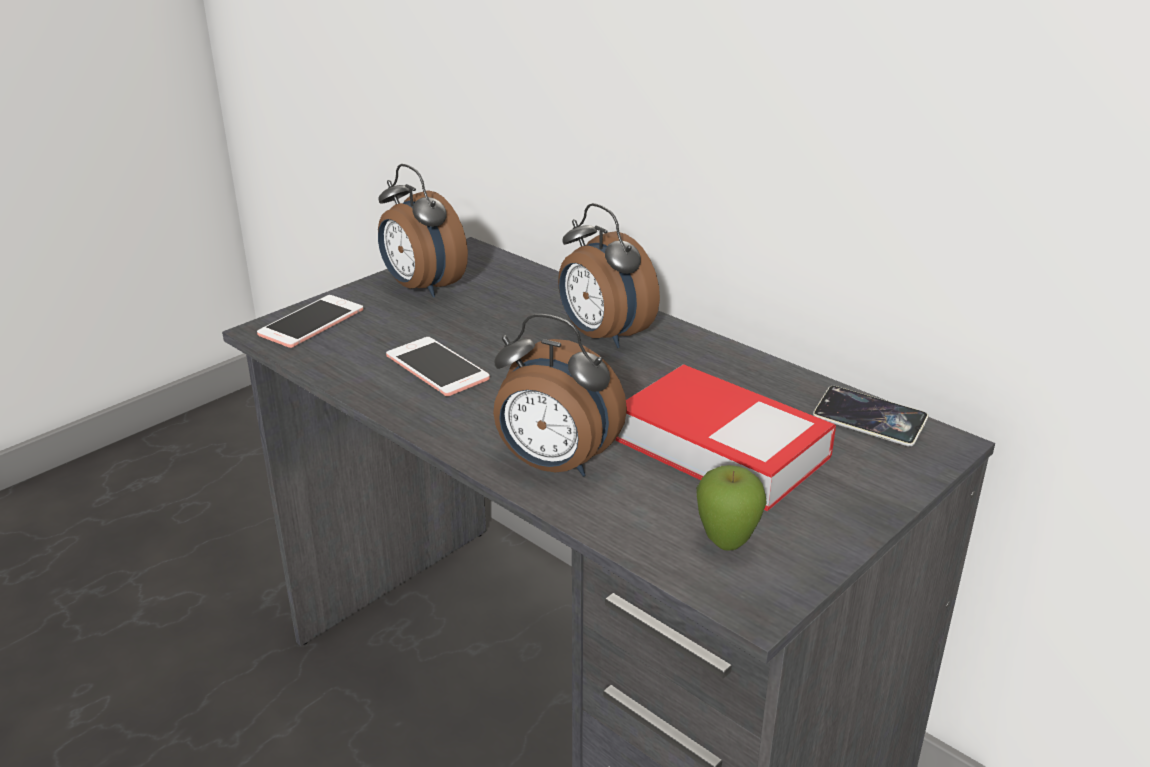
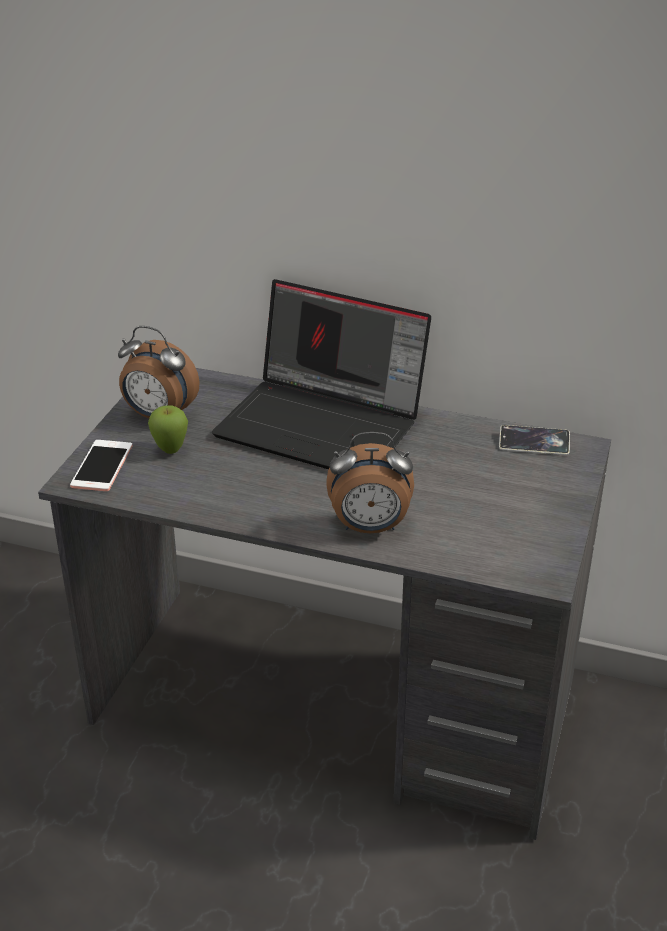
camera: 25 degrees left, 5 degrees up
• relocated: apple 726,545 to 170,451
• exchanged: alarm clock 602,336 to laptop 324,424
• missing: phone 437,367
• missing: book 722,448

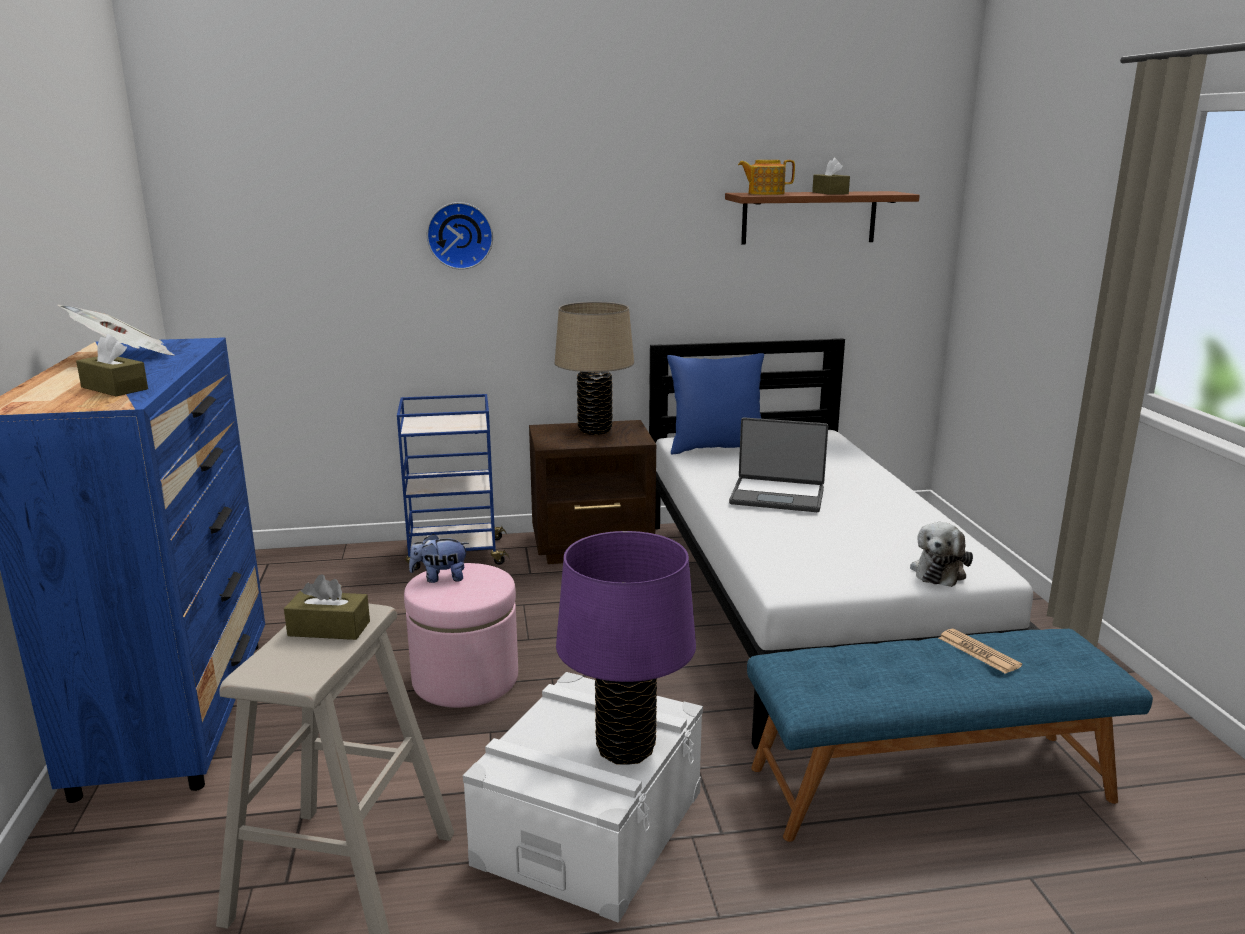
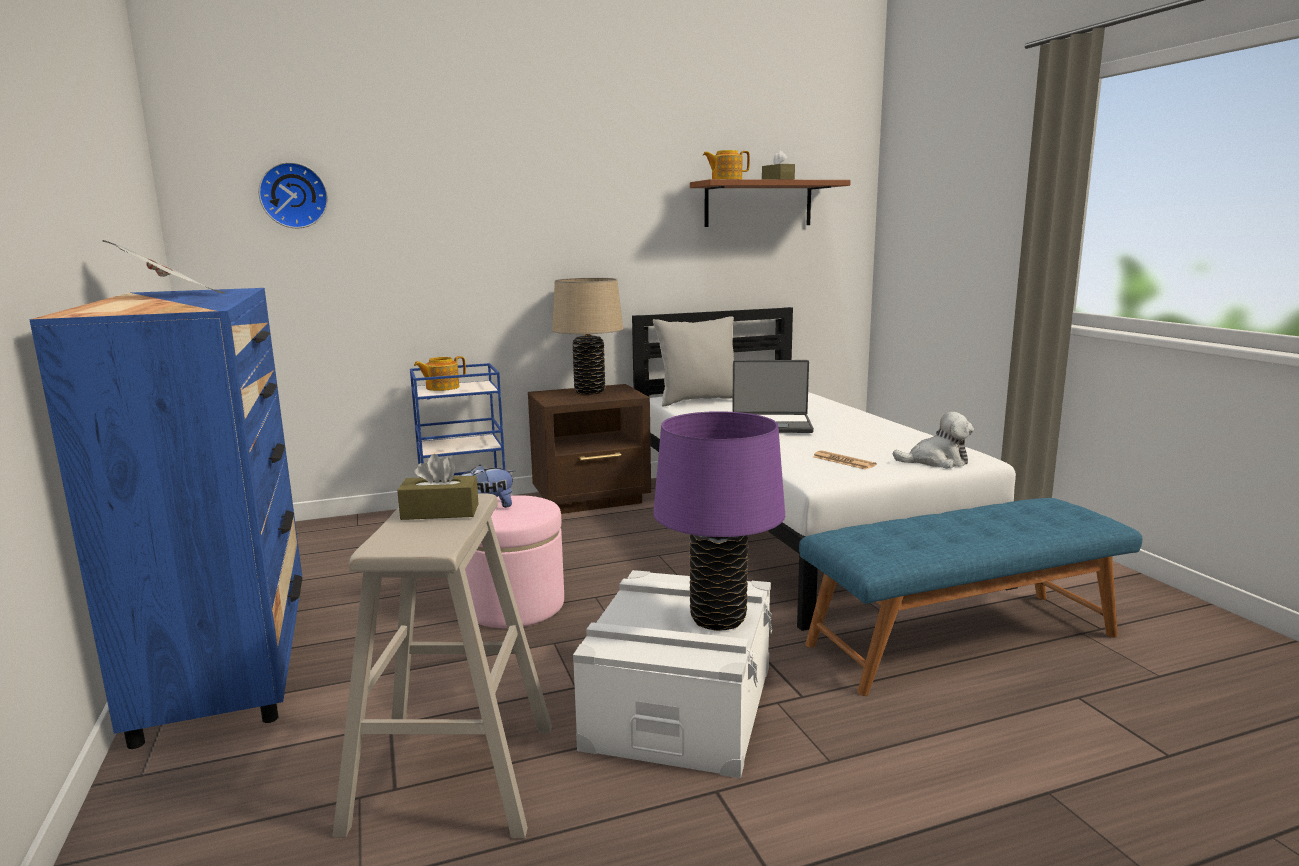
camera: 10 degrees left, 5 degrees down
• relocated: wall clock 460,235 to 294,195
• appeared: teapot 441,387
• colour: blue pillow 716,448 to grey pillow 699,400
• relocated: newspaper 978,652 to 843,461
• spun: plush toy 939,571 = 936,462 105 degrees counterclockwise
• missing: brown tissue box 114,388

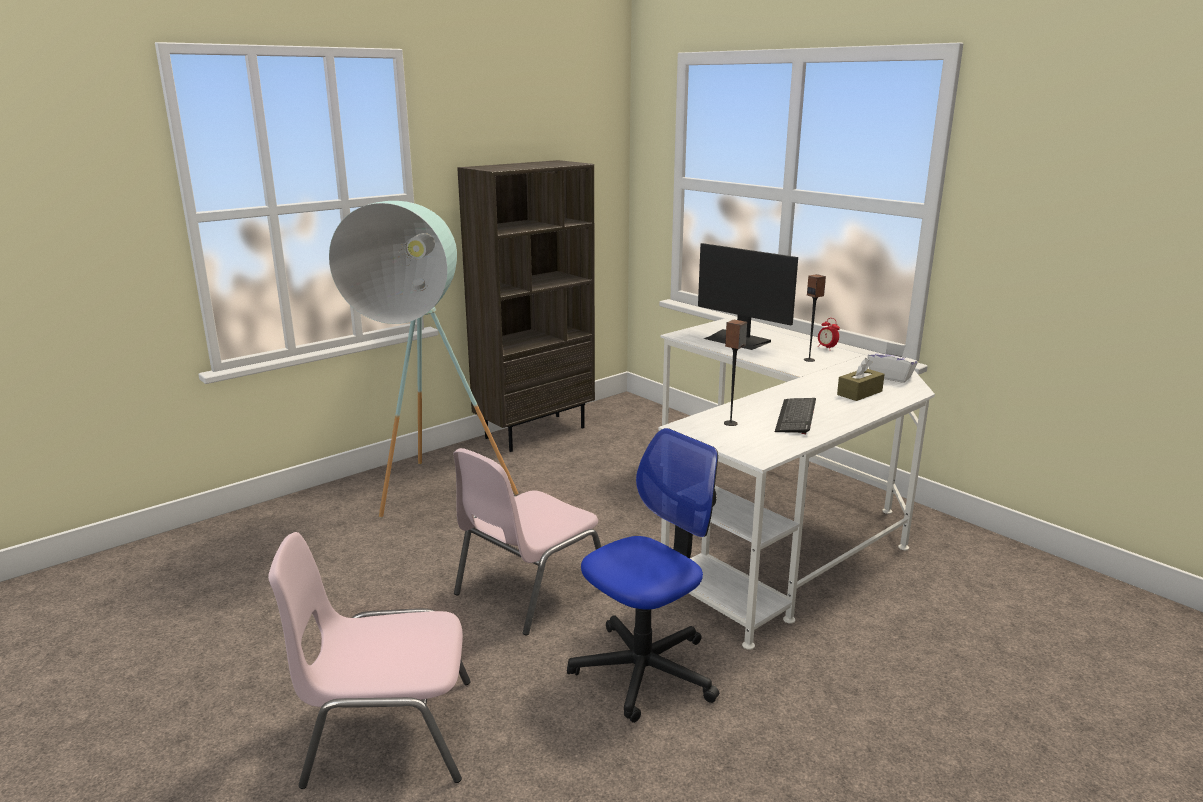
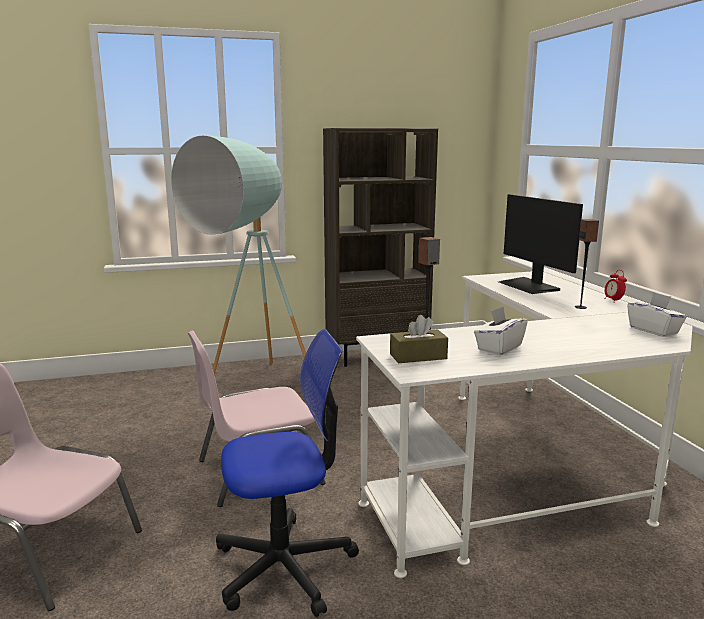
camera: 25 degrees right, 5 degrees down
• relocated: brown tissue box 859,393 to 418,356
• exchanged: keyboard 795,417 to white tissue box 499,348

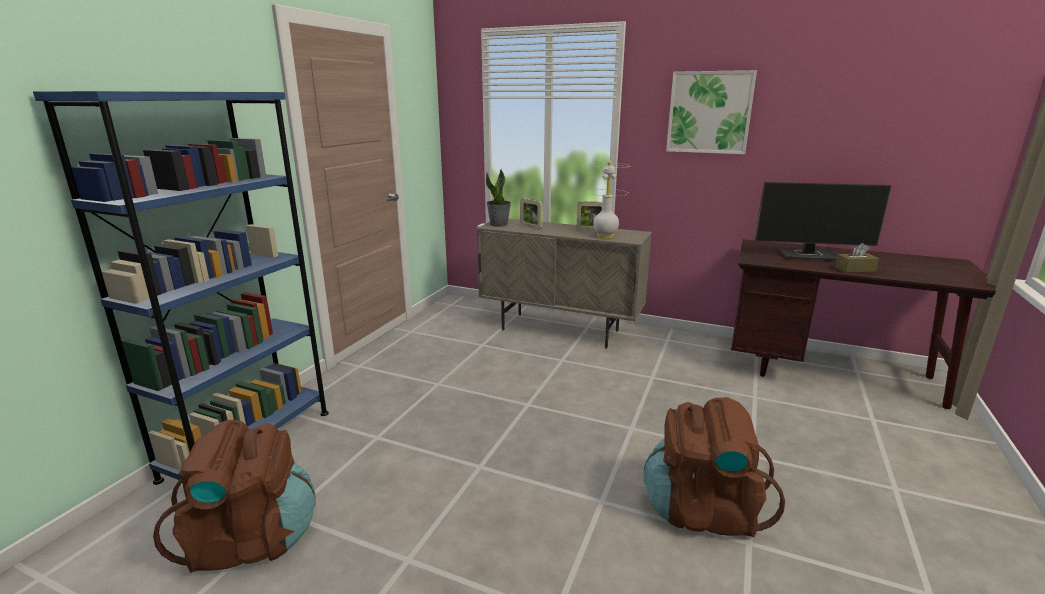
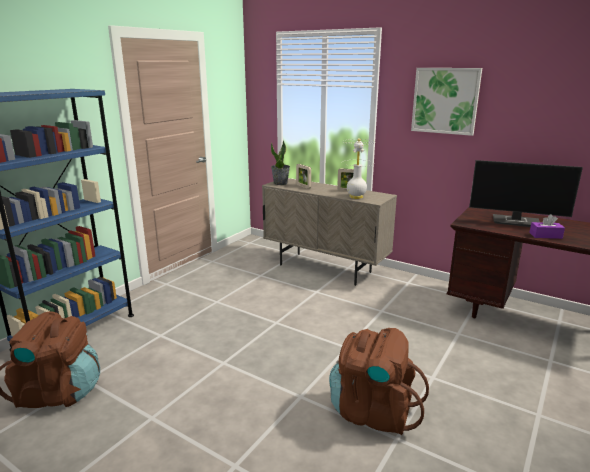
camera: 10 degrees right, 0 degrees up
• colour: brown tissue box 855,269 to purple tissue box 545,235

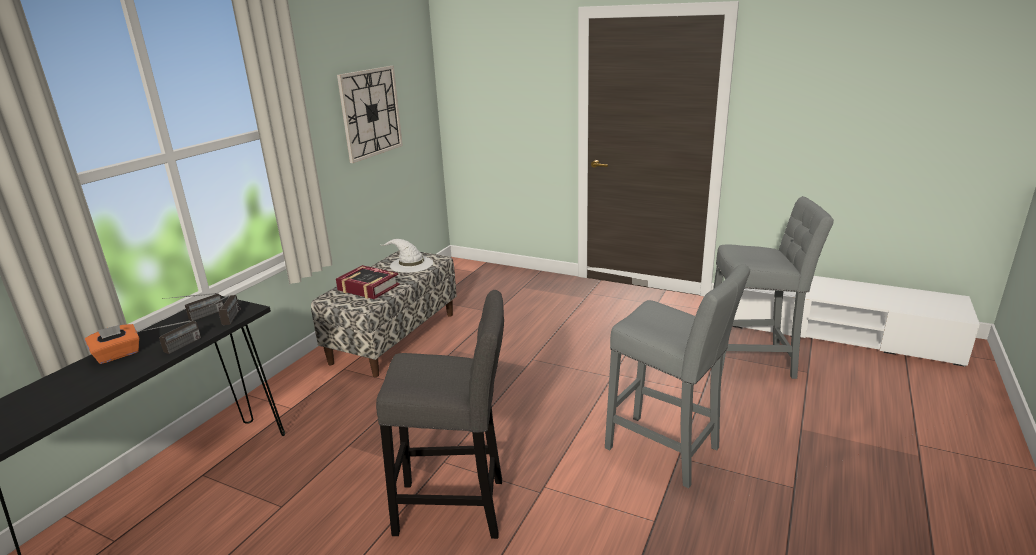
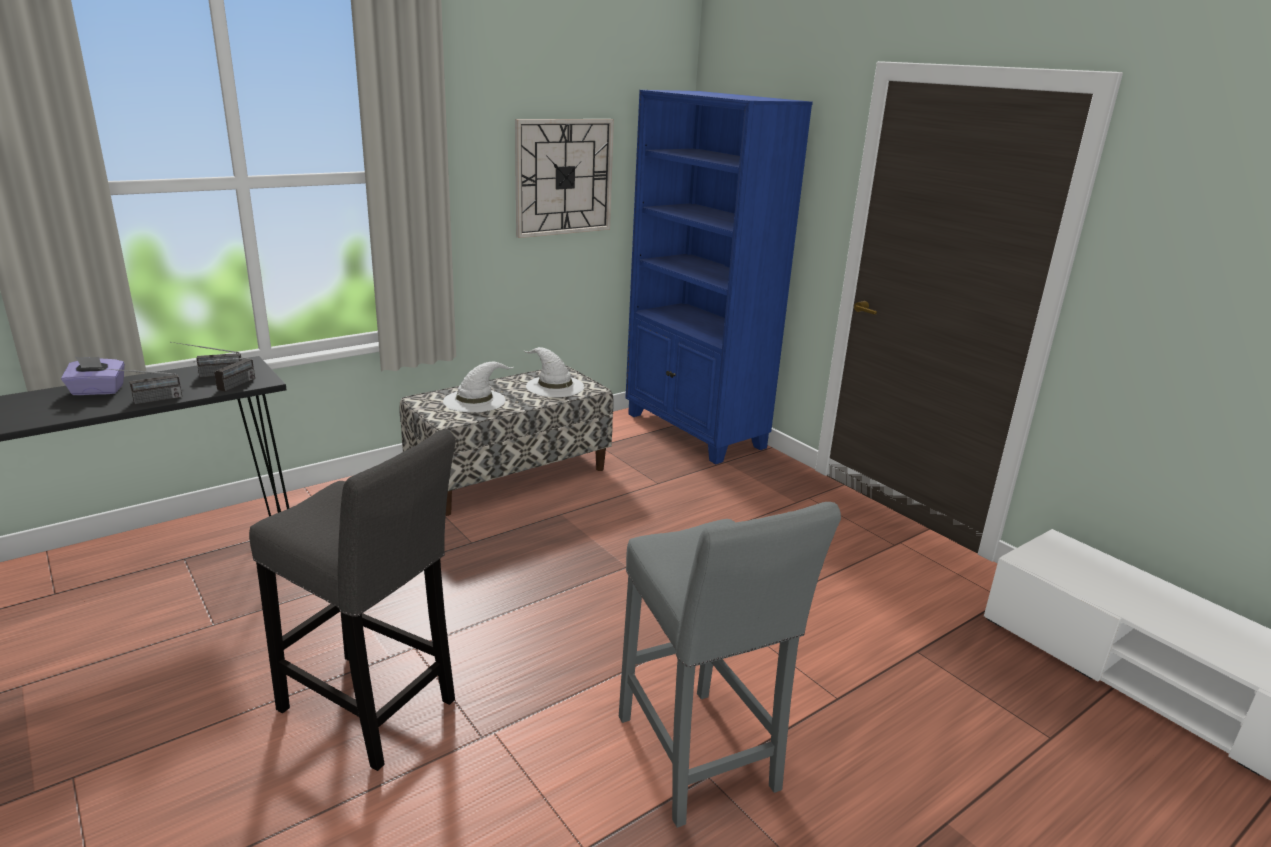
camera: 25 degrees right, 0 degrees up
• colour: orange tissue box 118,355 to purple tissue box 97,391
• exchanged: book 368,288 to white hat 475,400
• appeared: blue bookcase 694,431
• missing: grey stool 754,362

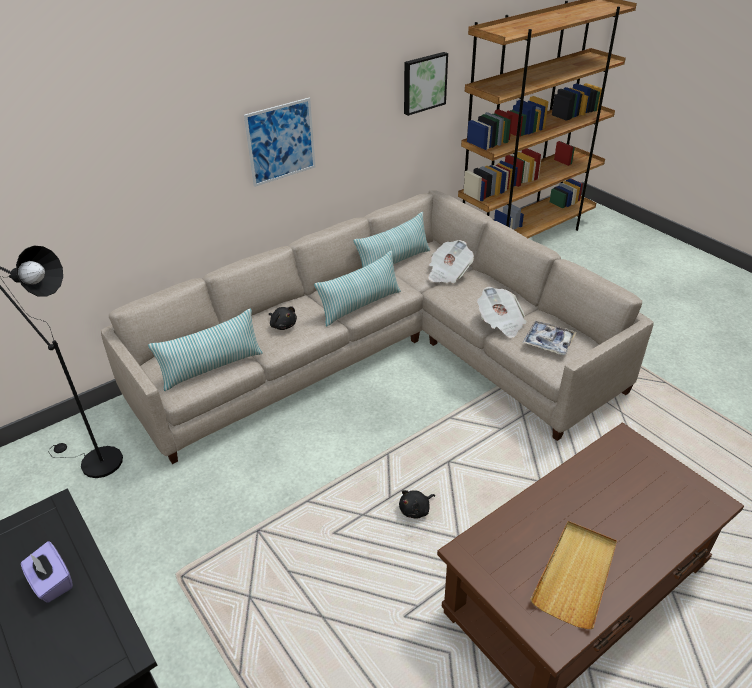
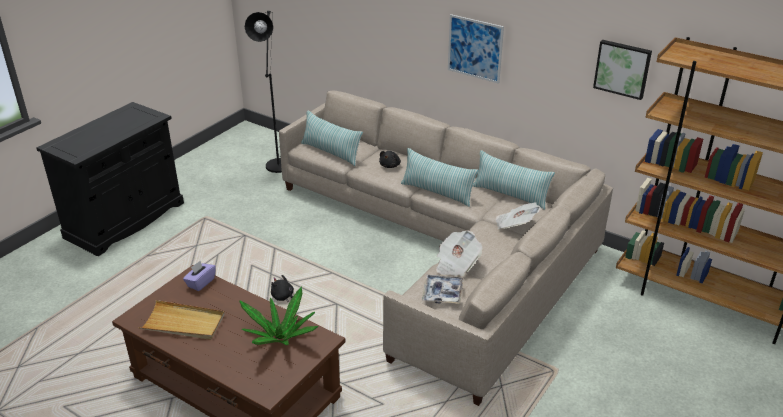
camera: 70 degrees right, 5 degrees down
• relocated: purple tissue box 52,582 to 200,283
• appeared: potted plant 280,337

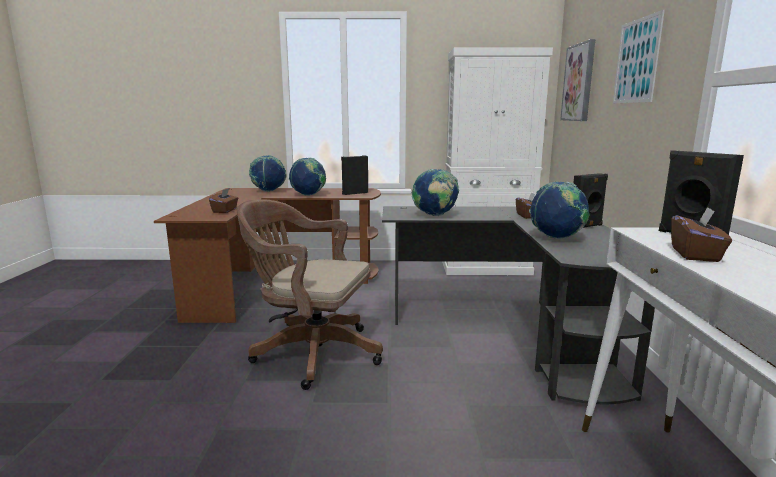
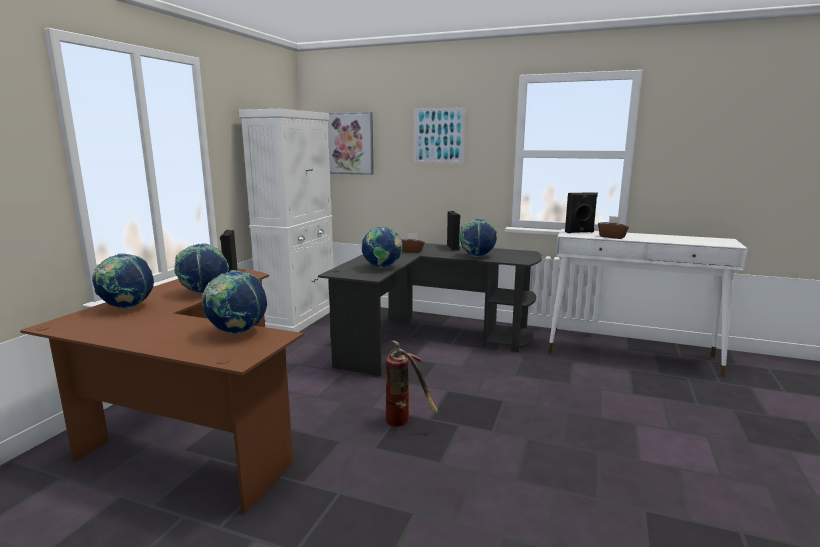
camera: 70 degrees left, 0 degrees up
• exchanged: brown tissue box 225,211 to globe 237,332
• exchanged: brown office chair 311,352 to fire extinguisher 406,421

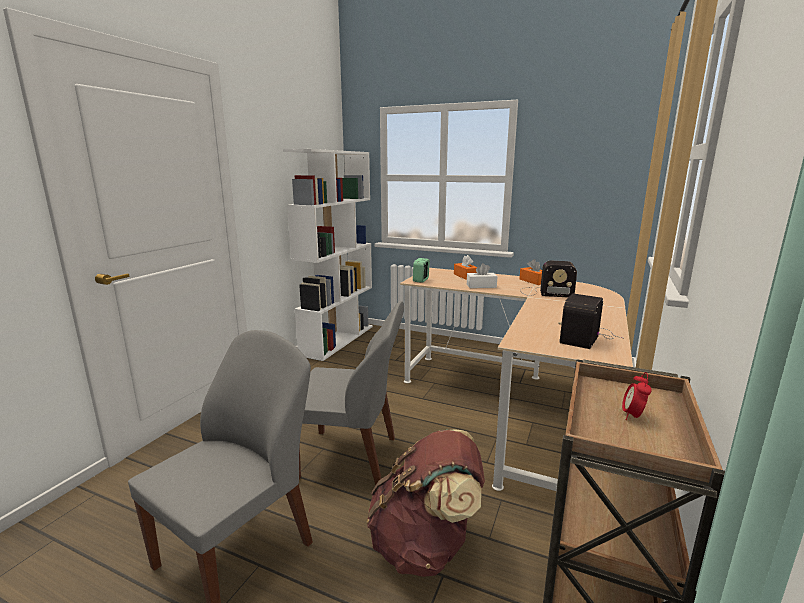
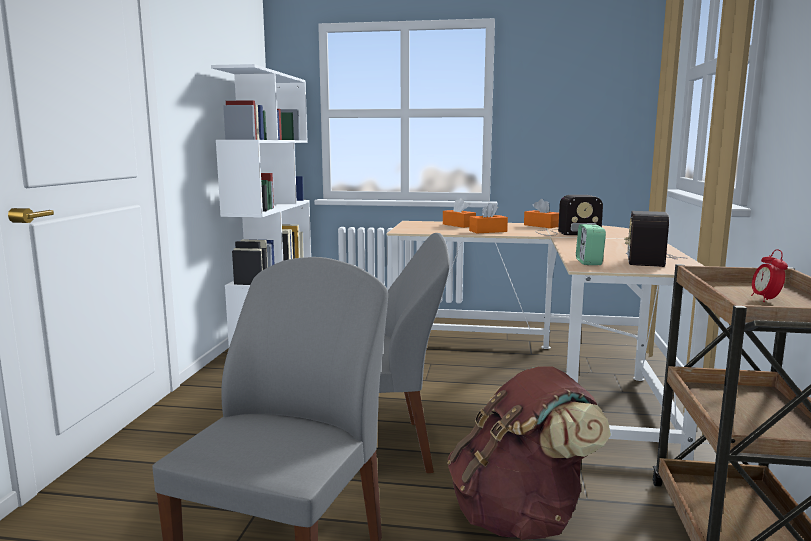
camera: 15 degrees left, 5 degrees down
• colour: white tissue box 481,286 to orange tissue box 488,231
• relocated: alarm clock 421,280 to 589,262

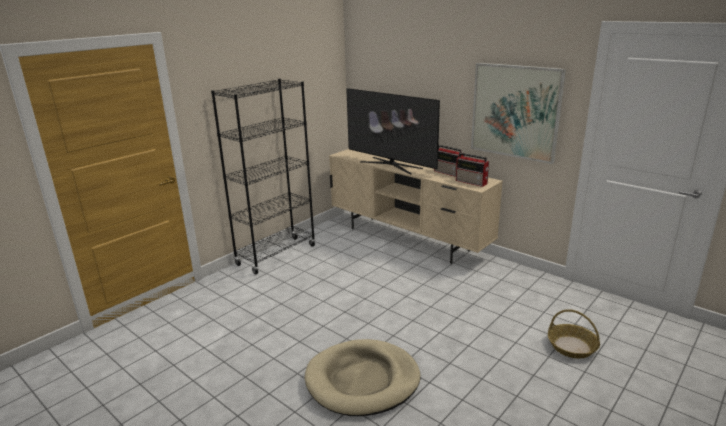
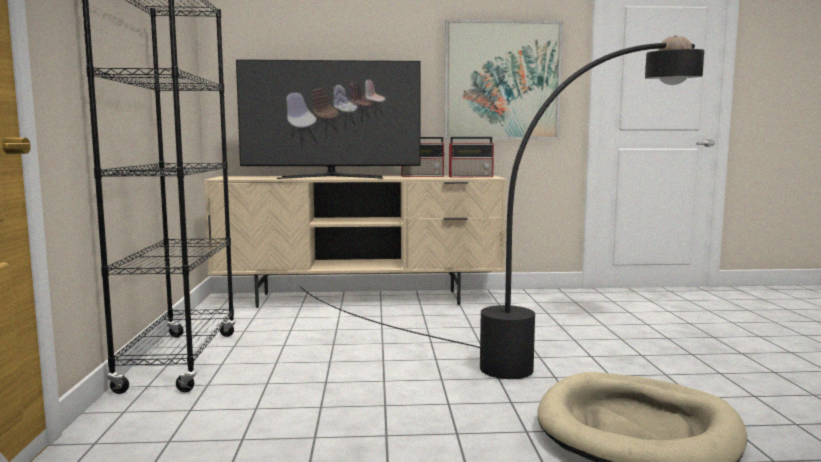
camera: 45 degrees left, 15 degrees down
• appeared: black floor lamp 540,351
• missing: basket 571,346

